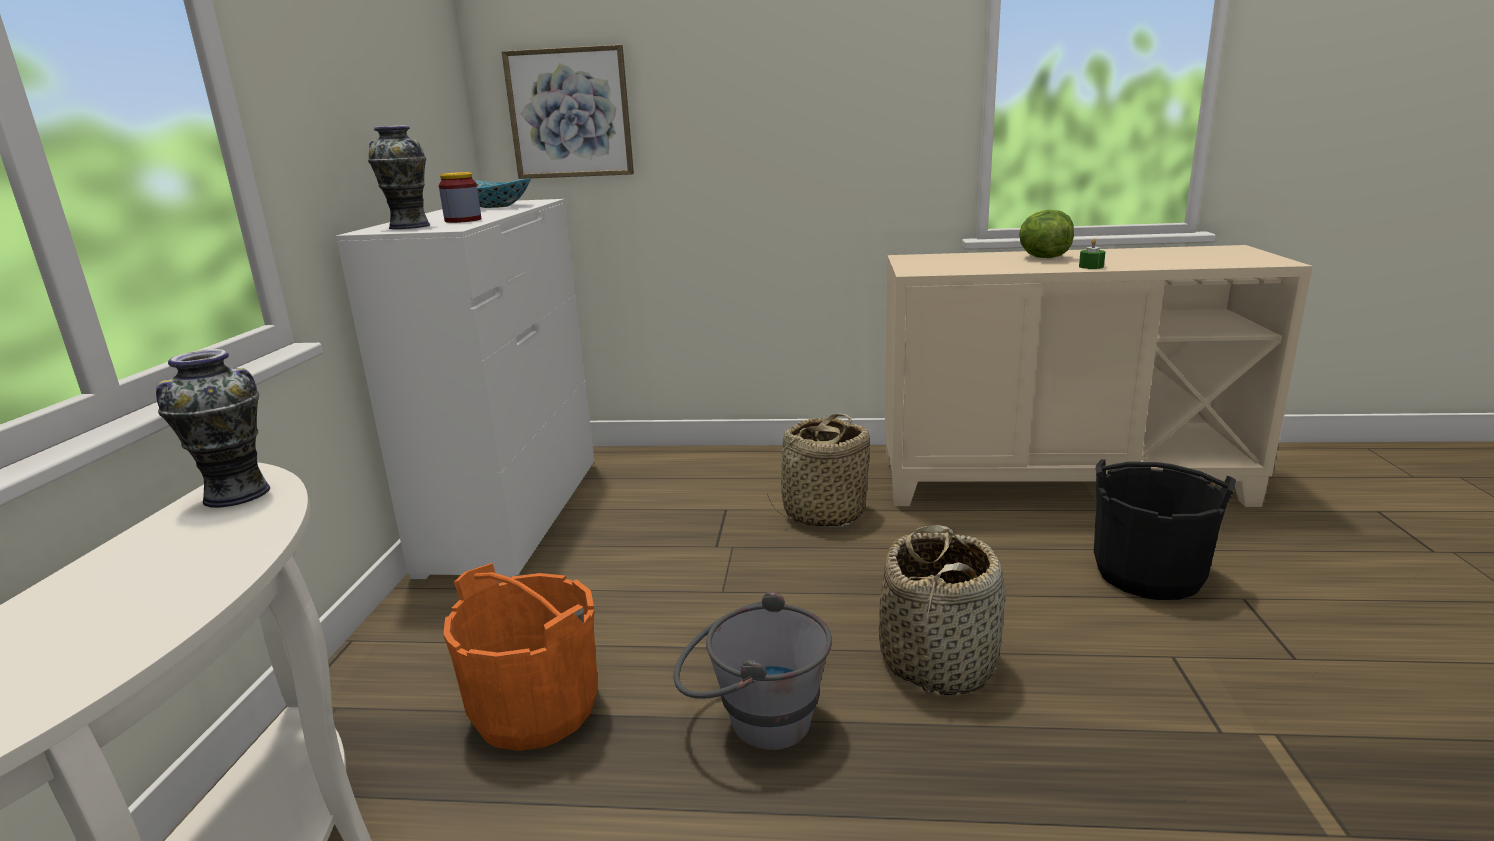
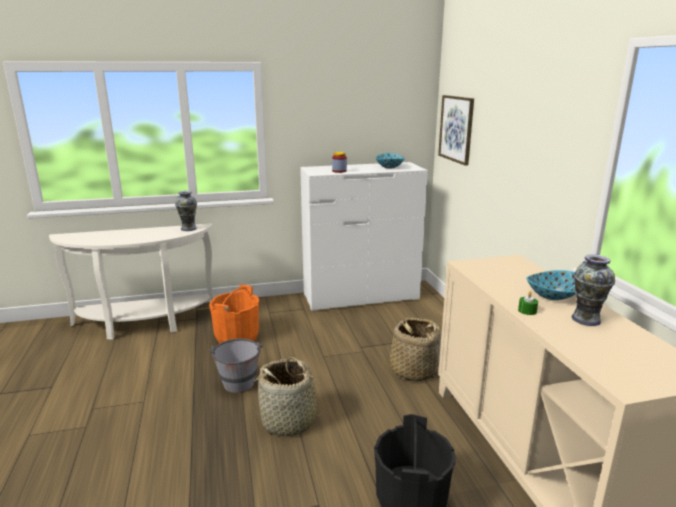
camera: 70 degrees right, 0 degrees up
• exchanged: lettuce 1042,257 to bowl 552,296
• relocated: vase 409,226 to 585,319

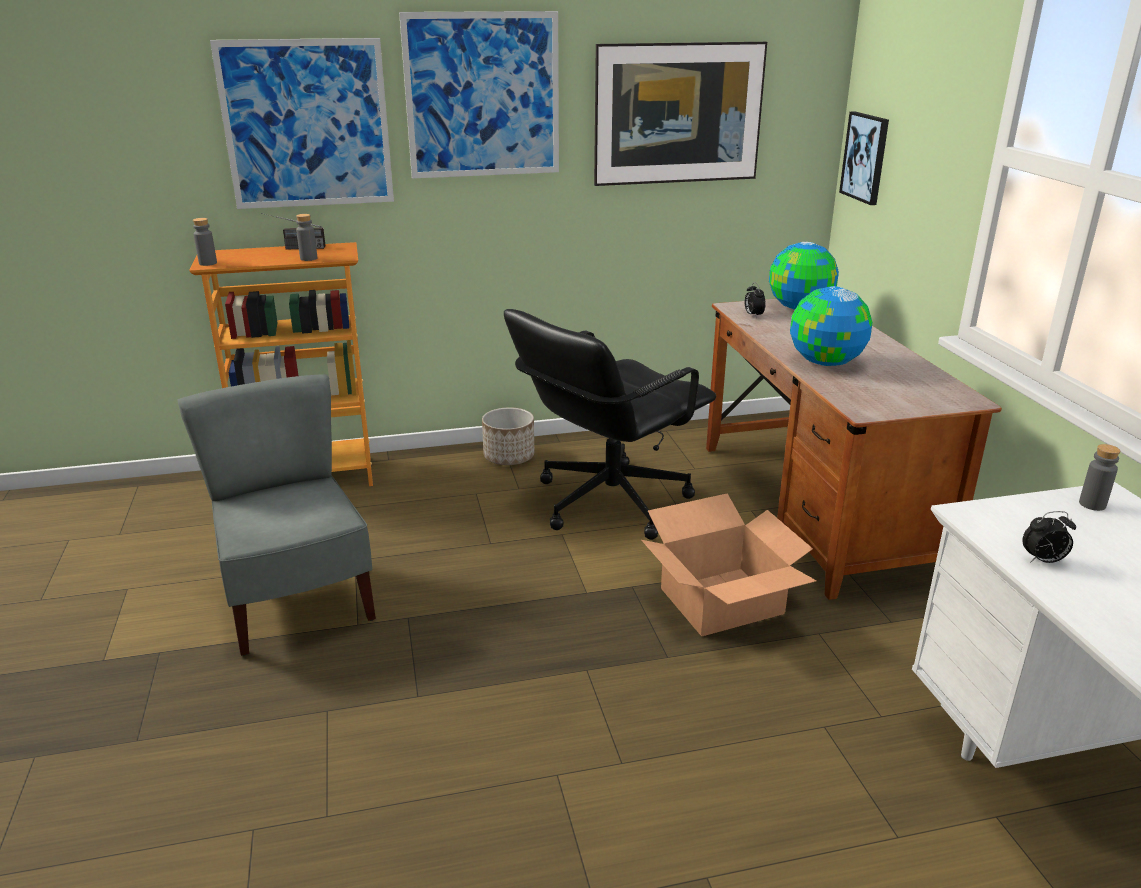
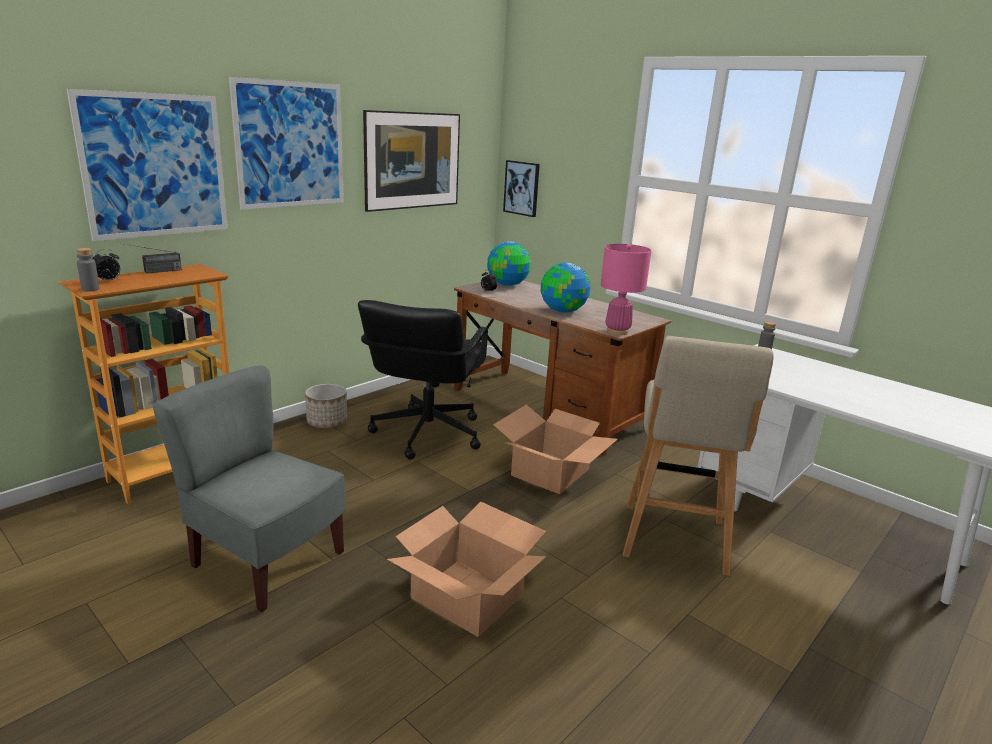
camera: 35 degrees left, 5 degrees down
• relocated: alarm clock 1043,561 to 109,281
• appeared: cardboard box 467,595
• appeared: pink table lamp 617,332
• appeared: beige stool 674,541
• missing: grey bottle 308,258

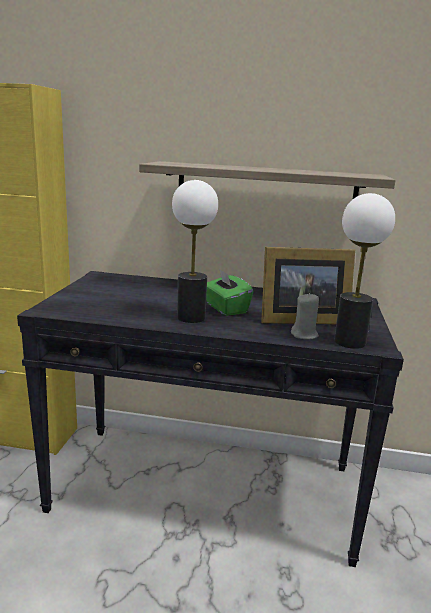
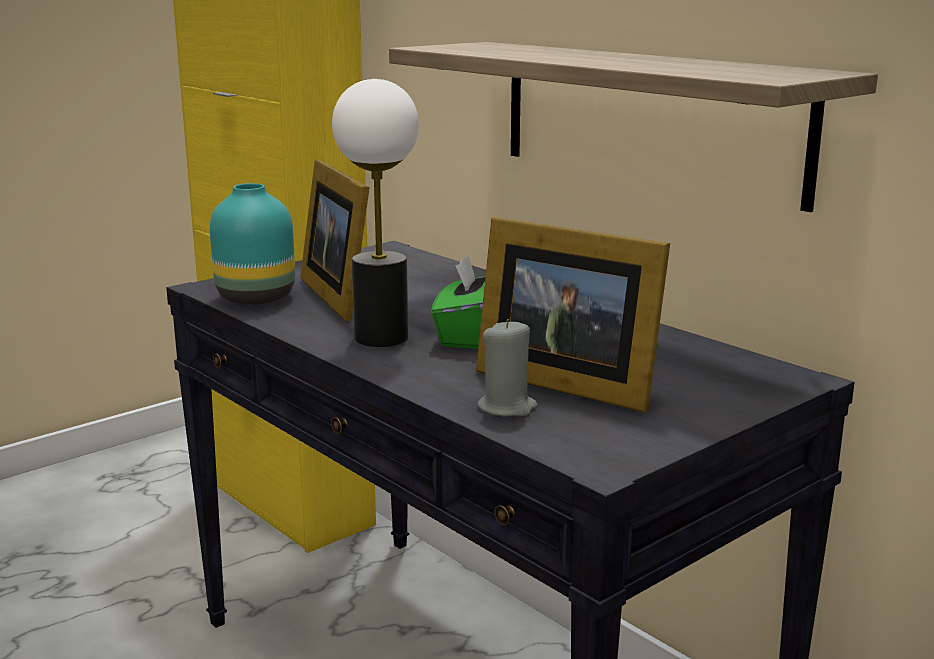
camera: 40 degrees right, 0 degrees up
• appeared: turquoise vase 257,298
• appeared: picture frame 342,295
• missing: table lamp 350,342

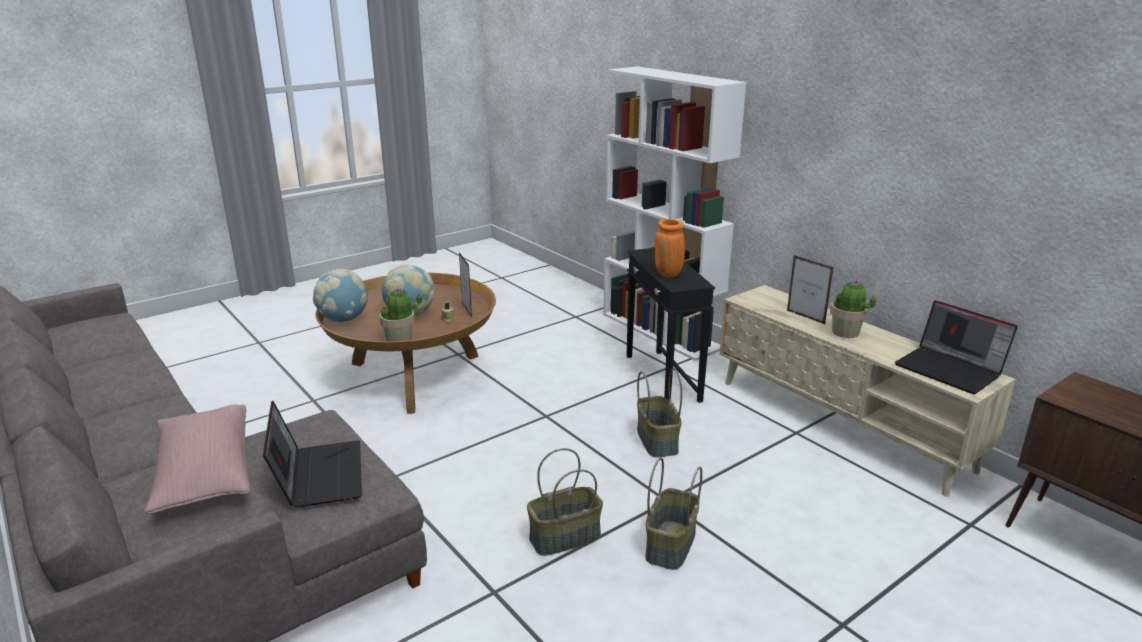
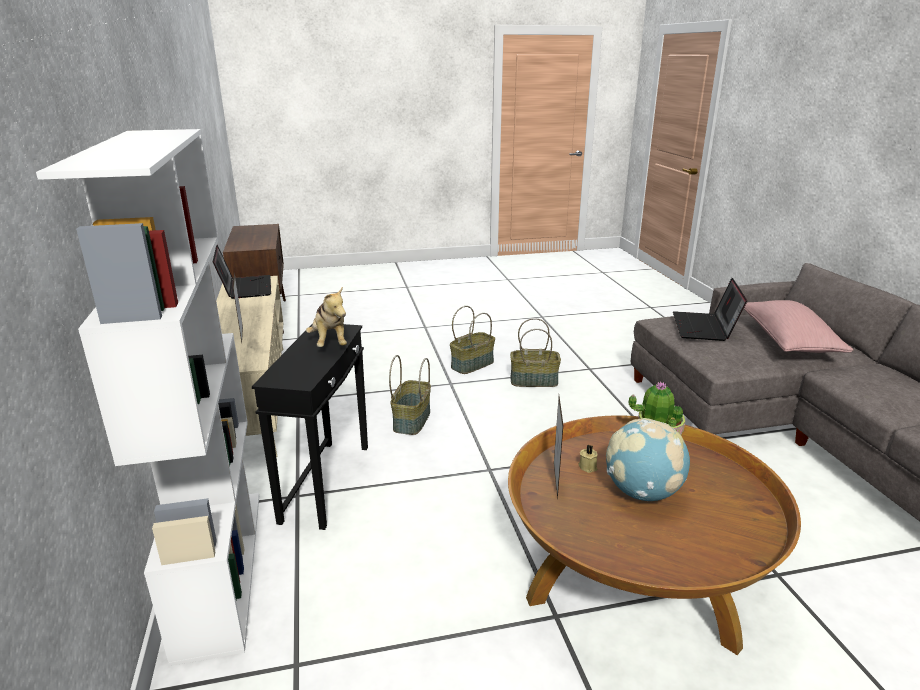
camera: 155 degrees left, 0 degrees up
• exchanged: orange vase 669,275 to plush toy 330,343
• missing: globe 344,319
• missing: potted plant 845,332

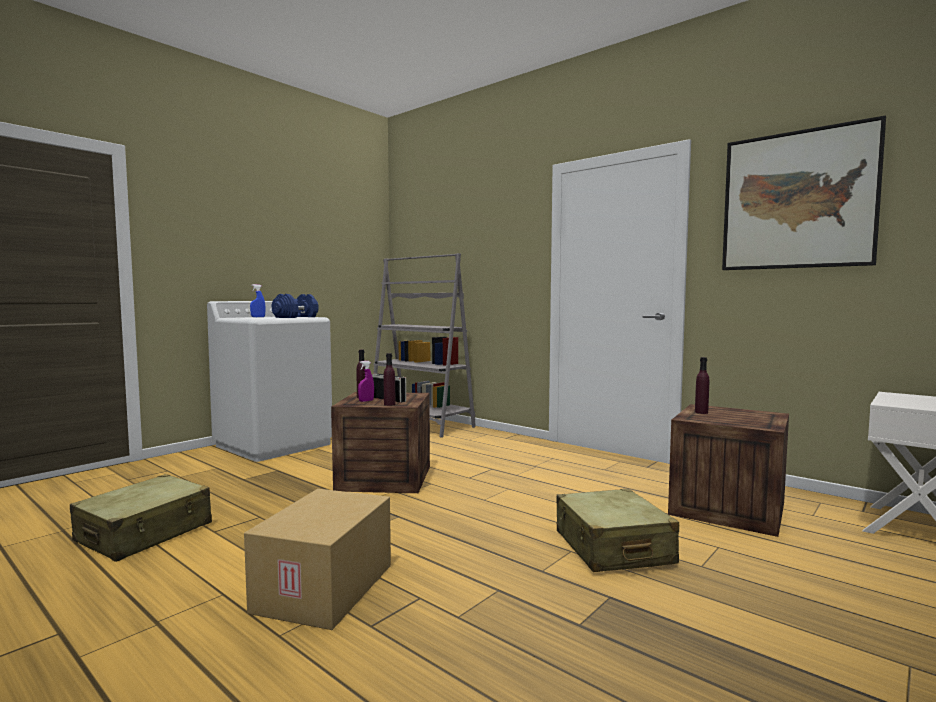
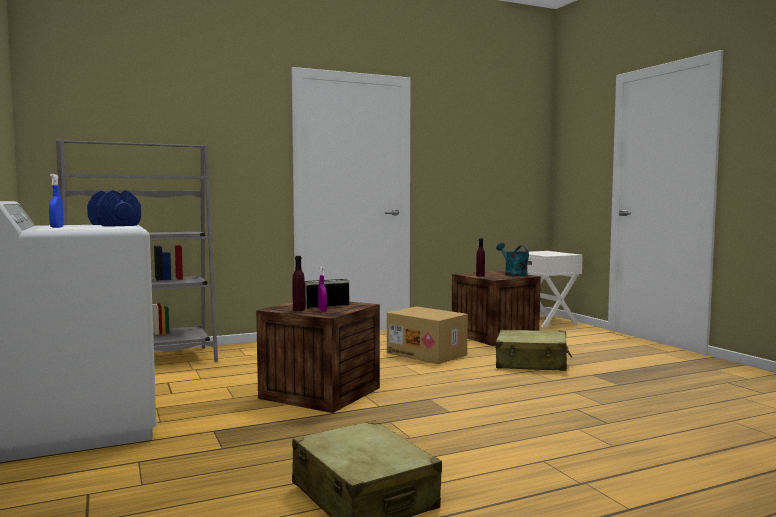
camera: 65 degrees left, 0 degrees up
• relocated: cardboard box 326,588 to 427,354
• appeared: turquoise watering can 513,274
• missing: purple bottle 389,404
• missing: picture 797,200

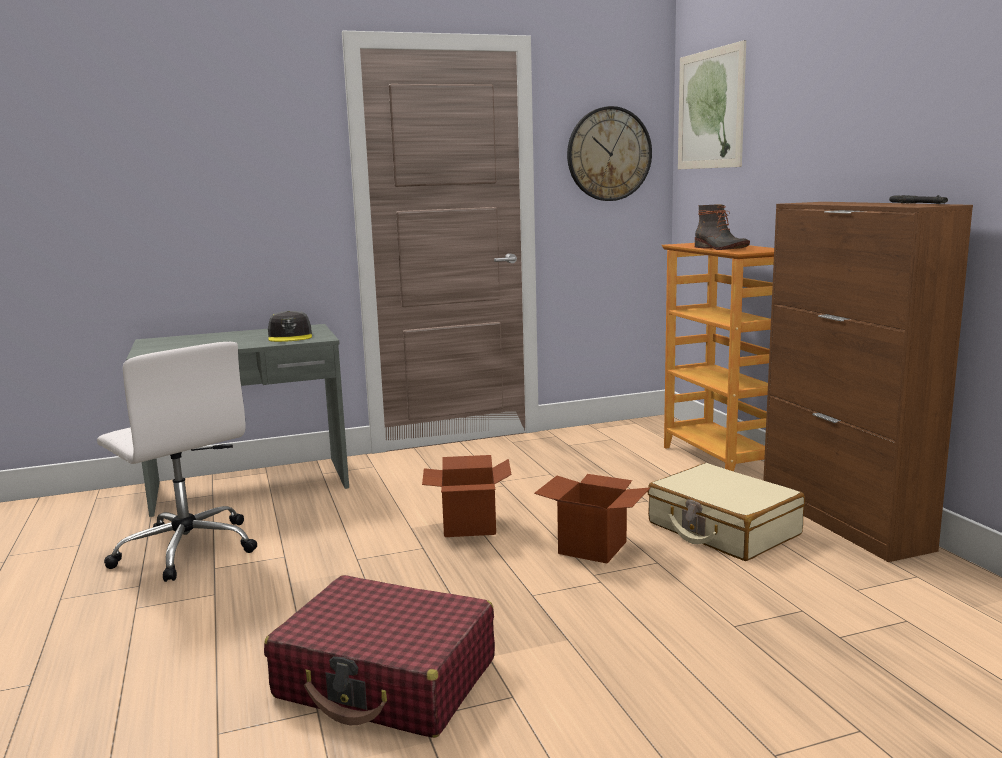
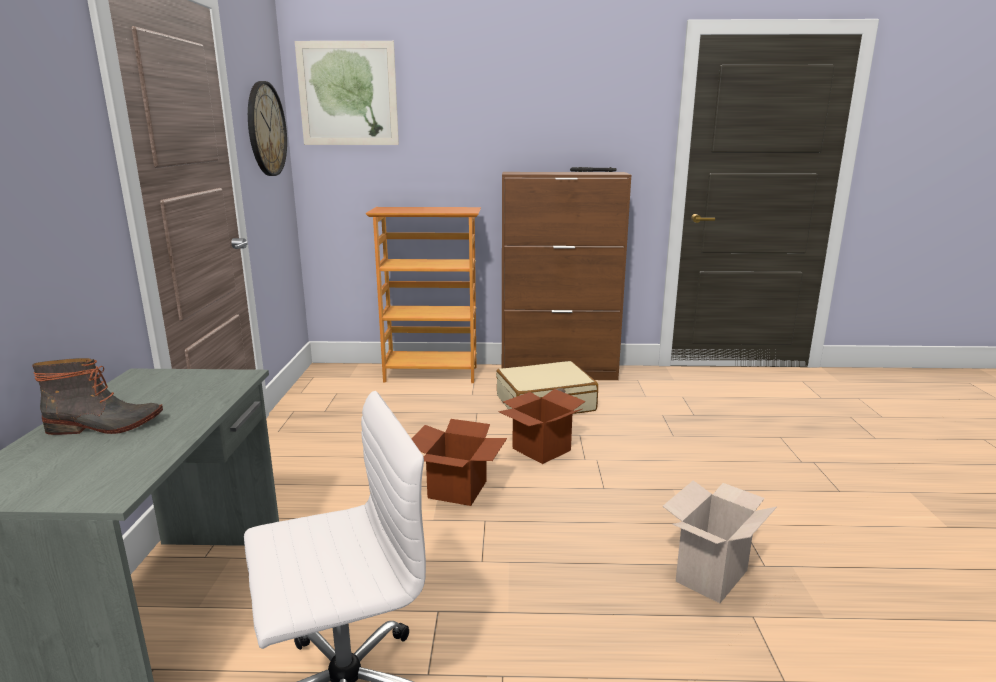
camera: 70 degrees left, 5 degrees up
• relocated: boot 719,248 to 105,426
• exchanged: red suitcase 387,679 to cardboard box 710,574
• missing: grey cap 290,336

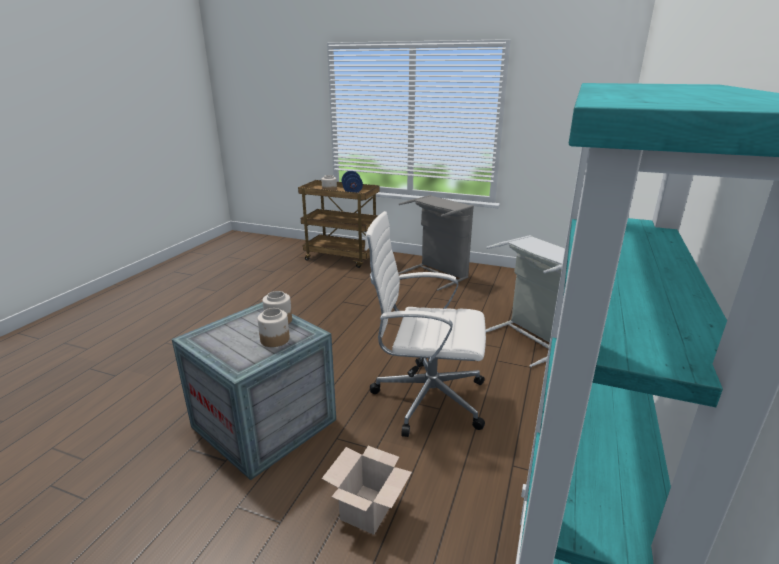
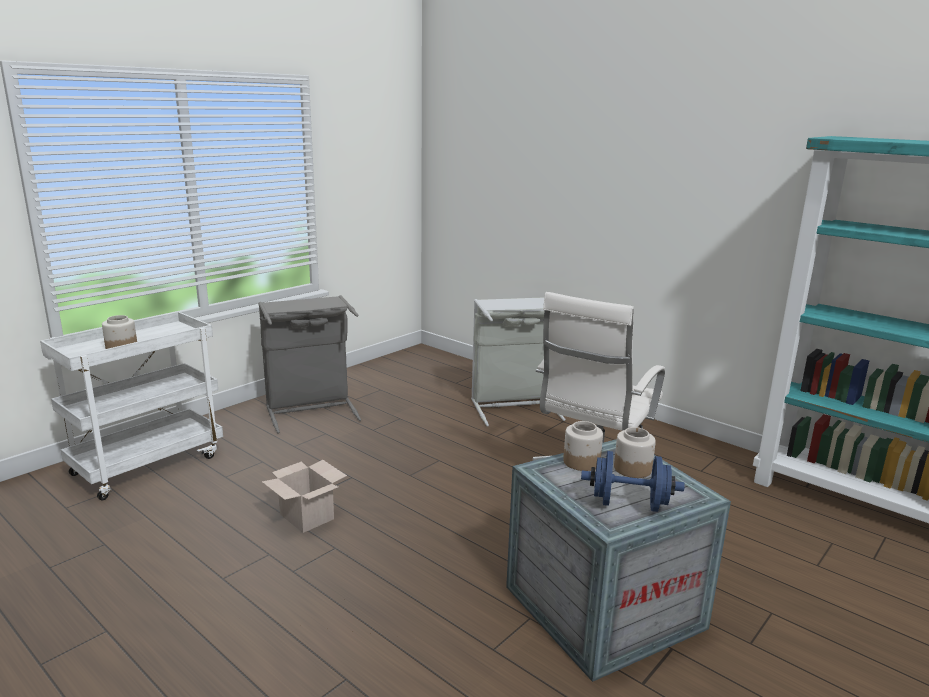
camera: 70 degrees left, 5 degrees down
• colour: brown cart 342,258 to white cart 148,464
• relocated: cardboard box 368,510 to 308,517
• relocated: blue dumbbell 352,192 to 629,504

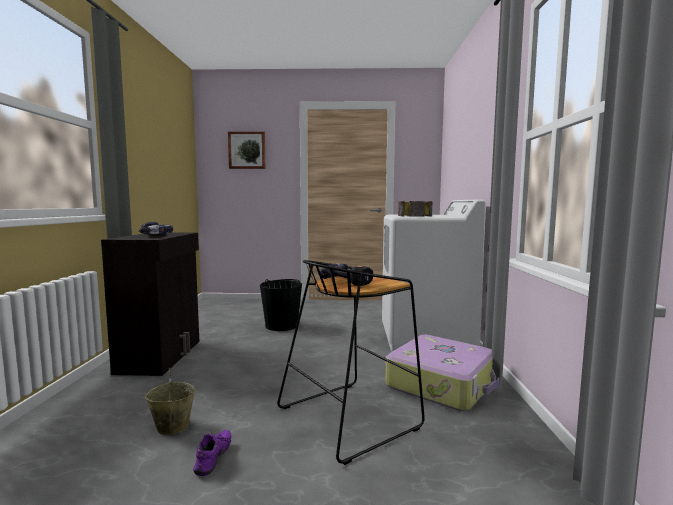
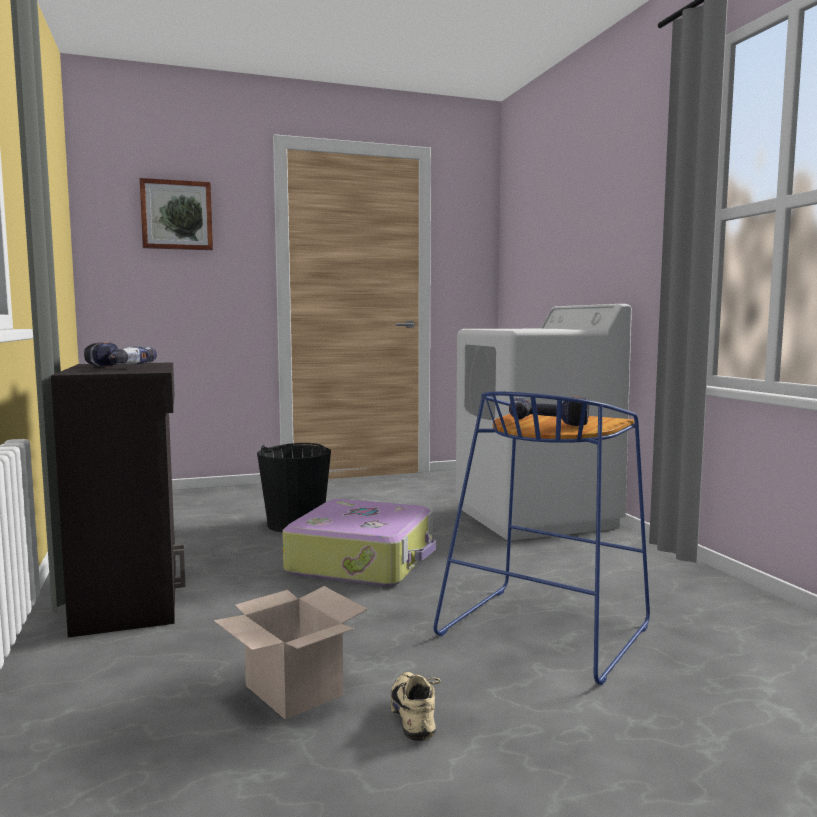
camera: 20 degrees left, 0 degrees up
• exchanged: beige bucket 172,426 to cardboard box 291,690
• relocated: suitcase 442,383 to 363,560
• colour: purple shoe 215,459 to beige shoe 416,716
• colour: black stool 349,416 to blue stool 543,629
• missing: hammer 409,215

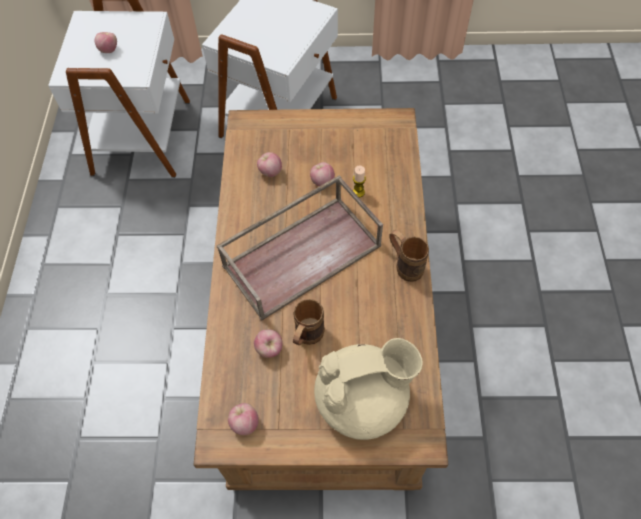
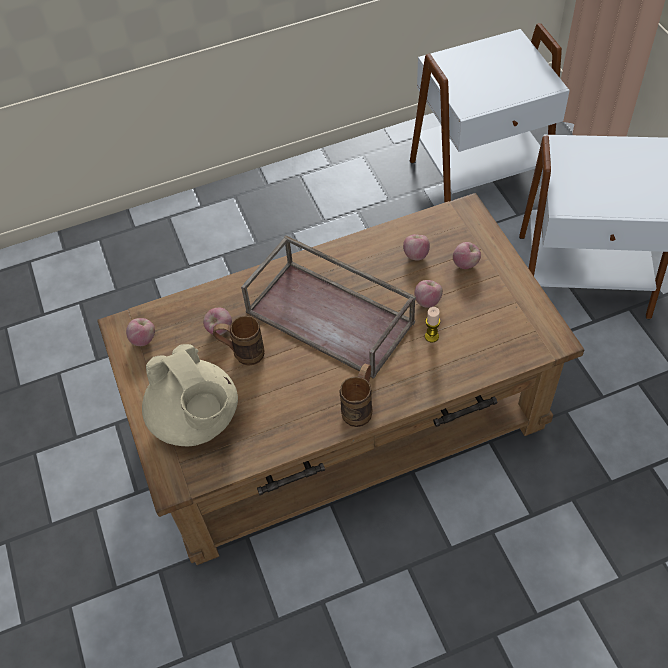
camera: 70 degrees right, 5 degrees down
• relocated: apple 109,50 to 466,264

